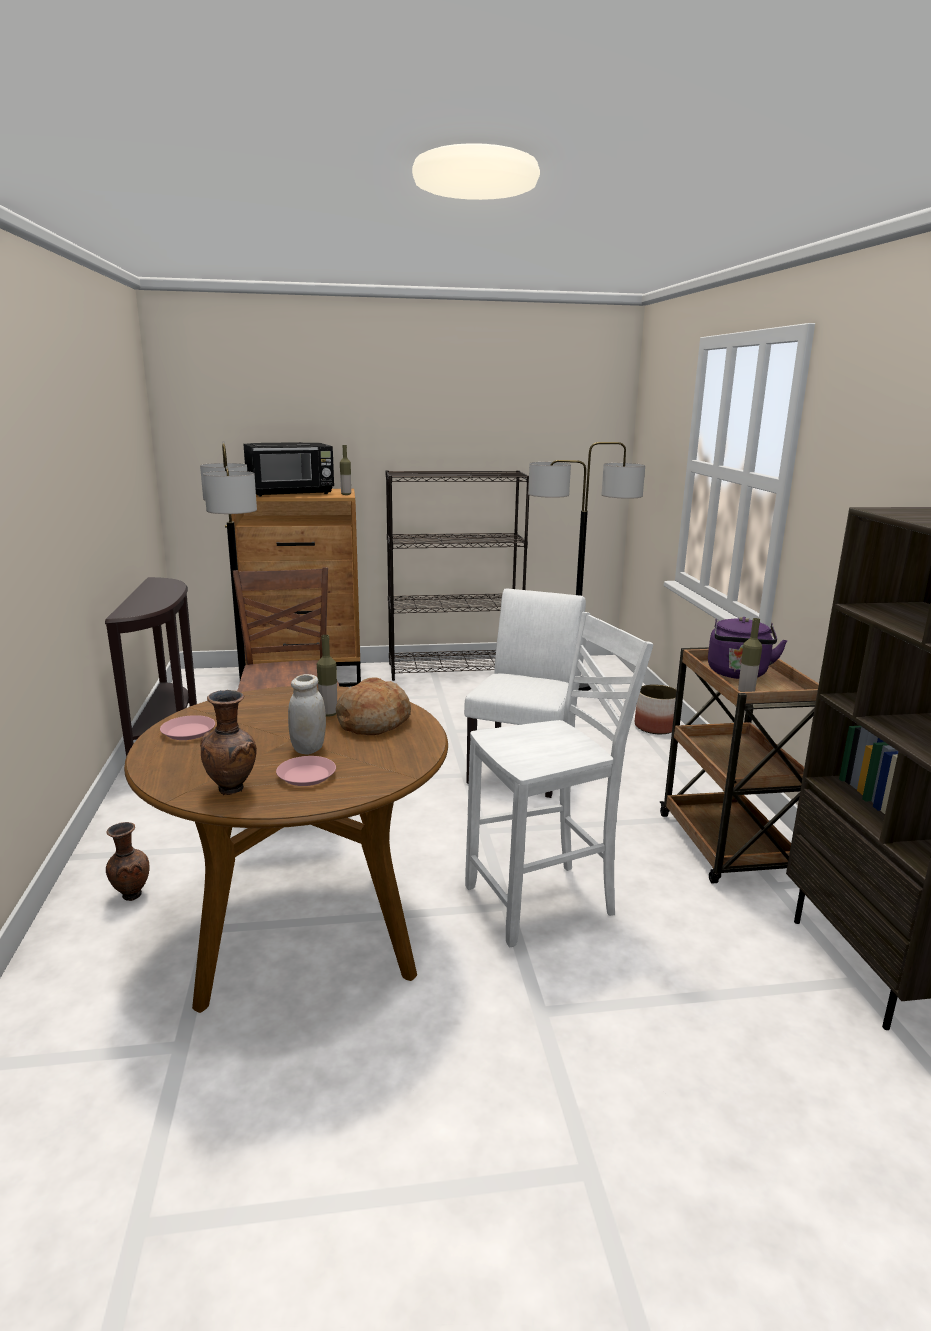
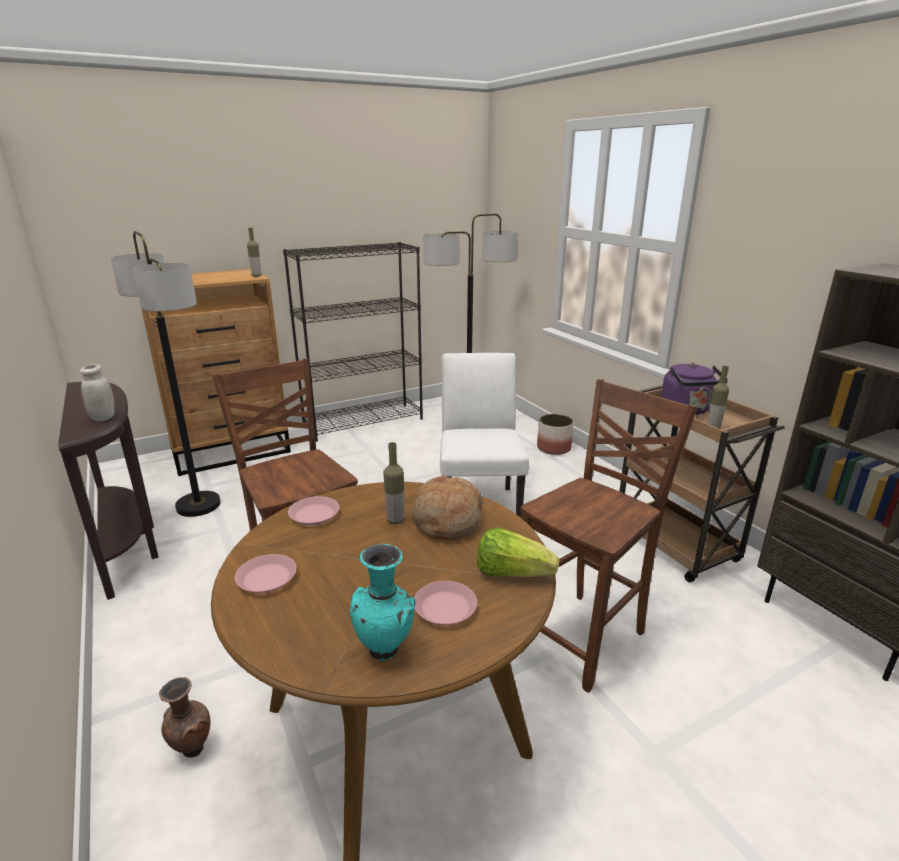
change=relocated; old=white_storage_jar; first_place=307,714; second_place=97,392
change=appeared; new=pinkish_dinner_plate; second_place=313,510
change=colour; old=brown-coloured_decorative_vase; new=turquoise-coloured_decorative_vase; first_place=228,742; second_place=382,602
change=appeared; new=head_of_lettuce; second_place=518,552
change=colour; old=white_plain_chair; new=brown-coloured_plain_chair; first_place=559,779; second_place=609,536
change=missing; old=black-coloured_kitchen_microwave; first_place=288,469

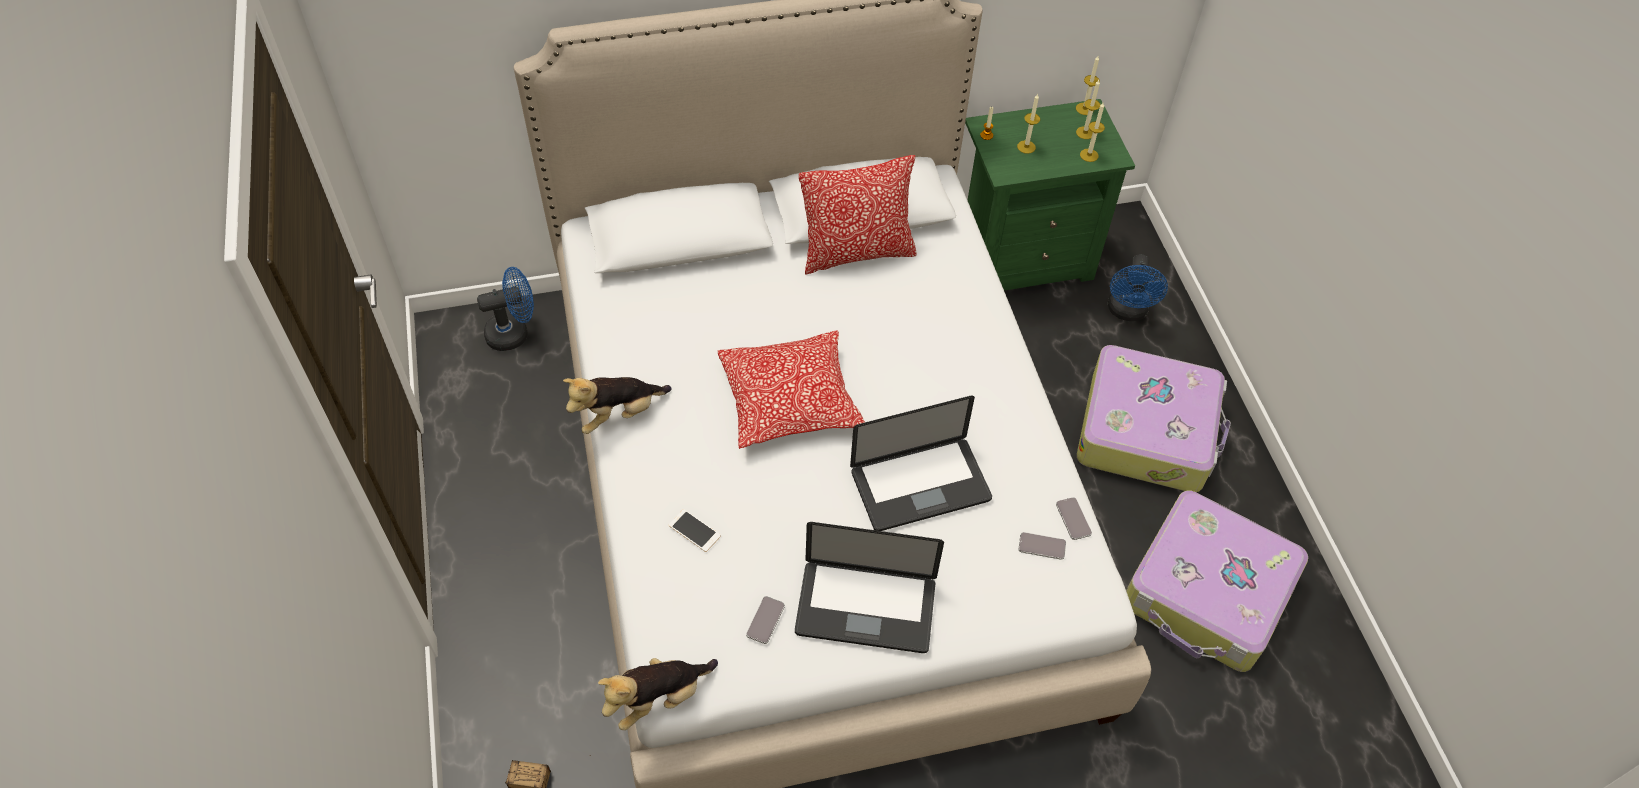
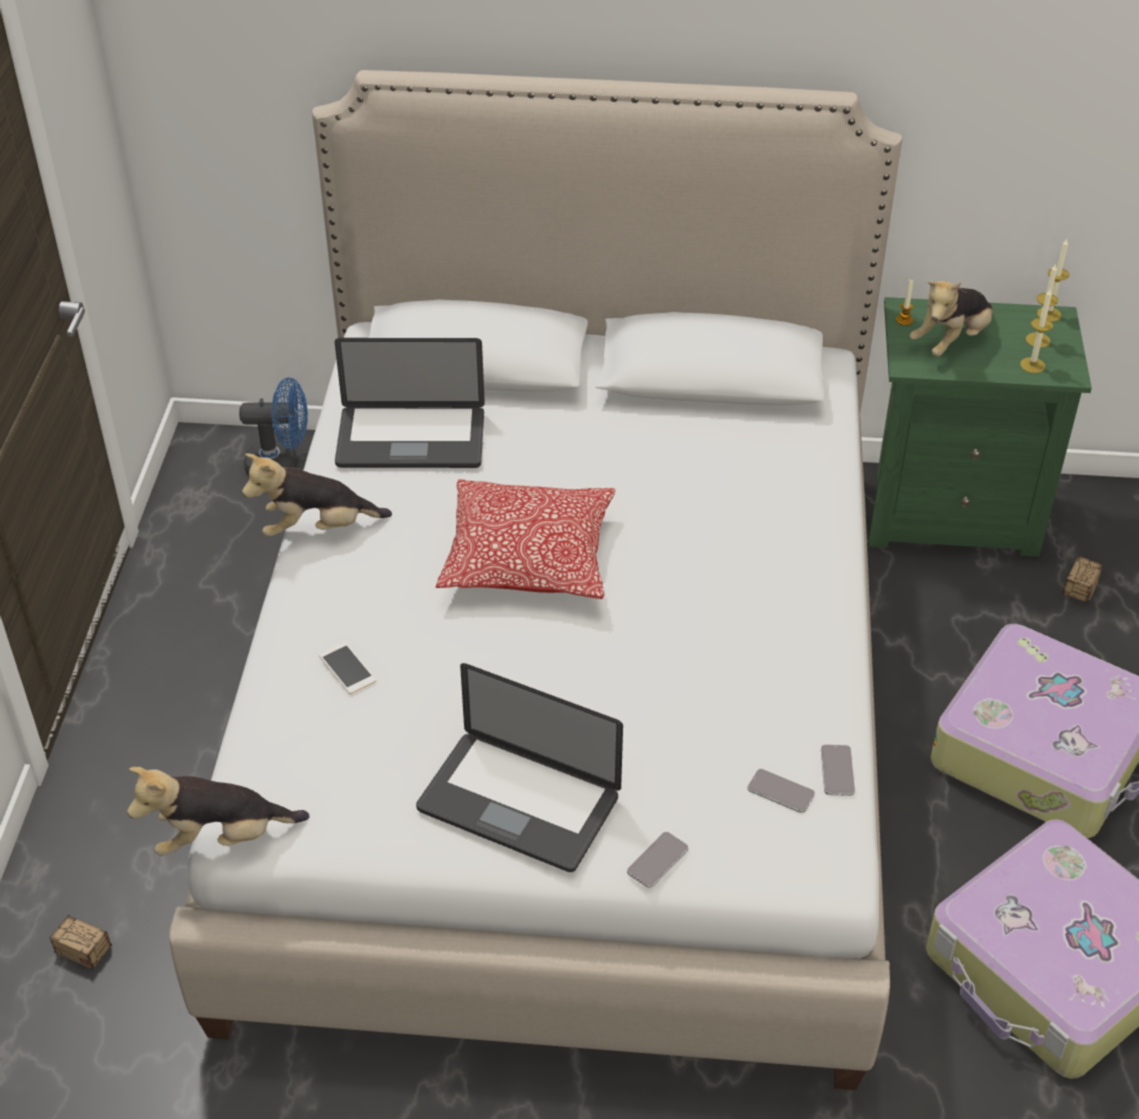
change=relocated; old=laptop; first_place=921,463; second_place=410,403
change=relocated; old=telephone; first_place=765,620; second_place=657,860
change=exchanged; old=candle; new=soft_toy; first_place=1028,124; second_place=951,319
change=exchanged; old=bluish_fan; new=storage_bin; first_place=1138,287; second_place=1082,579
change=missing; old=pillow; first_place=858,214

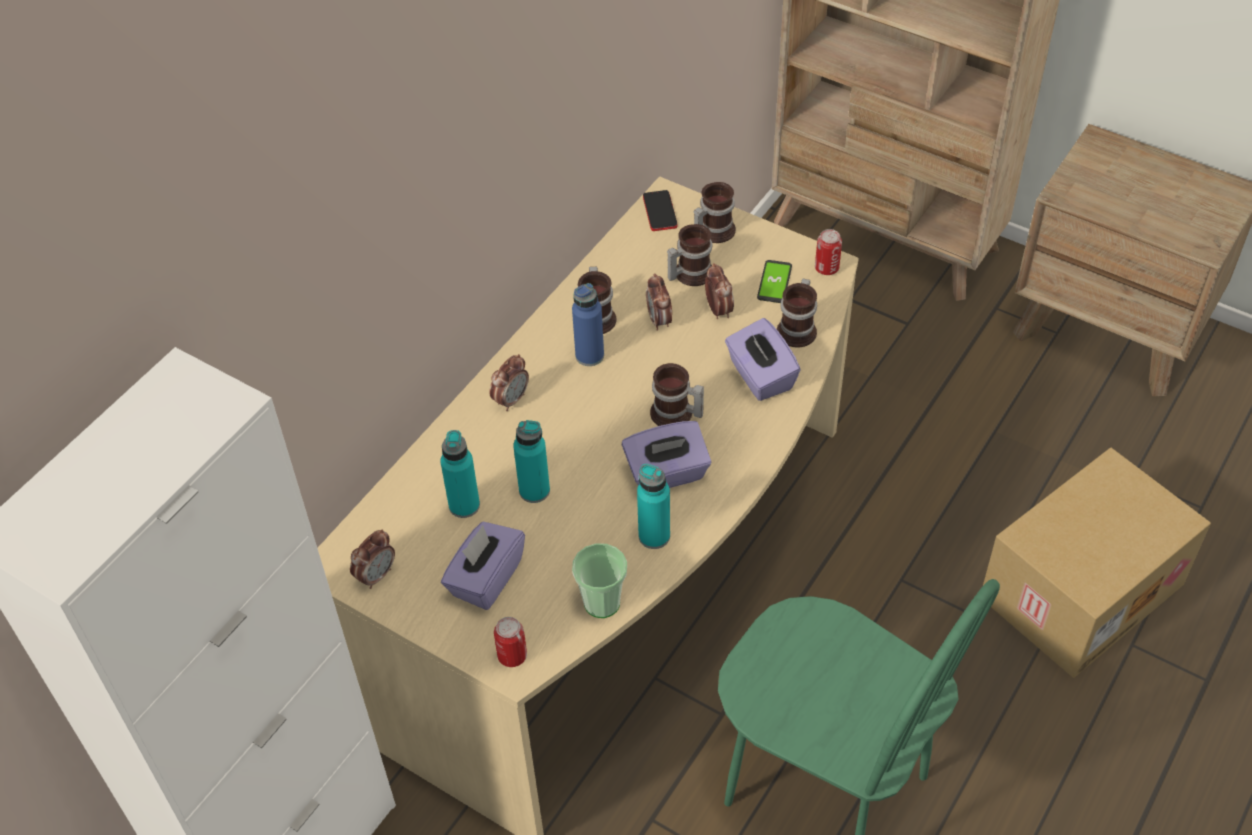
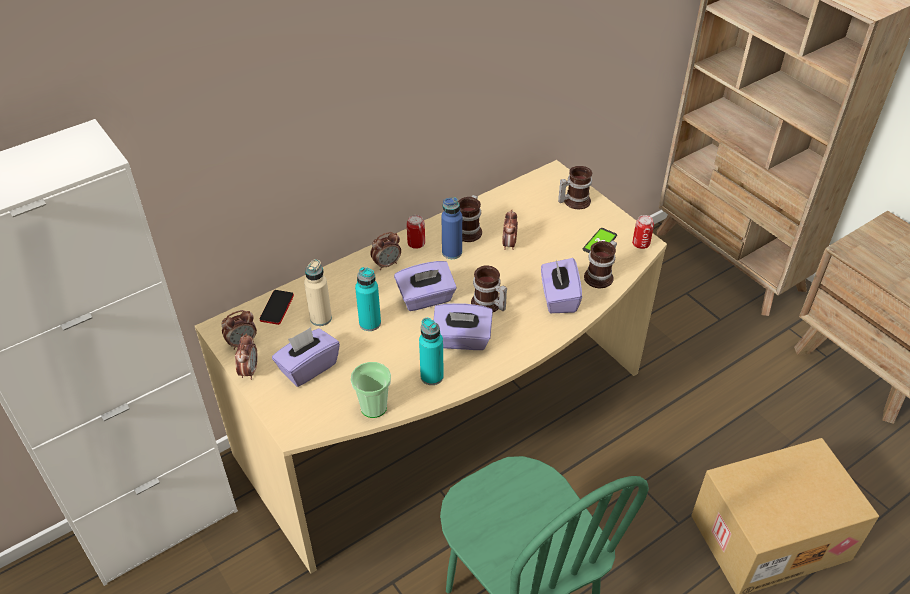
change=relocated; old=table_clock; first_place=719,291; second_place=246,356
change=relocated; old=telephone; first_place=660,210; second_place=277,307
change=colour; old=turquoise-coloured_drink_bottle; new=sand-coloured_drink_bottle; first_place=460,474; second_place=318,292
change=appeared; new=purple-coloured_tissue_holder; second_place=425,286
change=relocated; old=metal_can; first_place=510,642; second_place=416,232
change=missing; old=coffee_mug; first_place=689,255

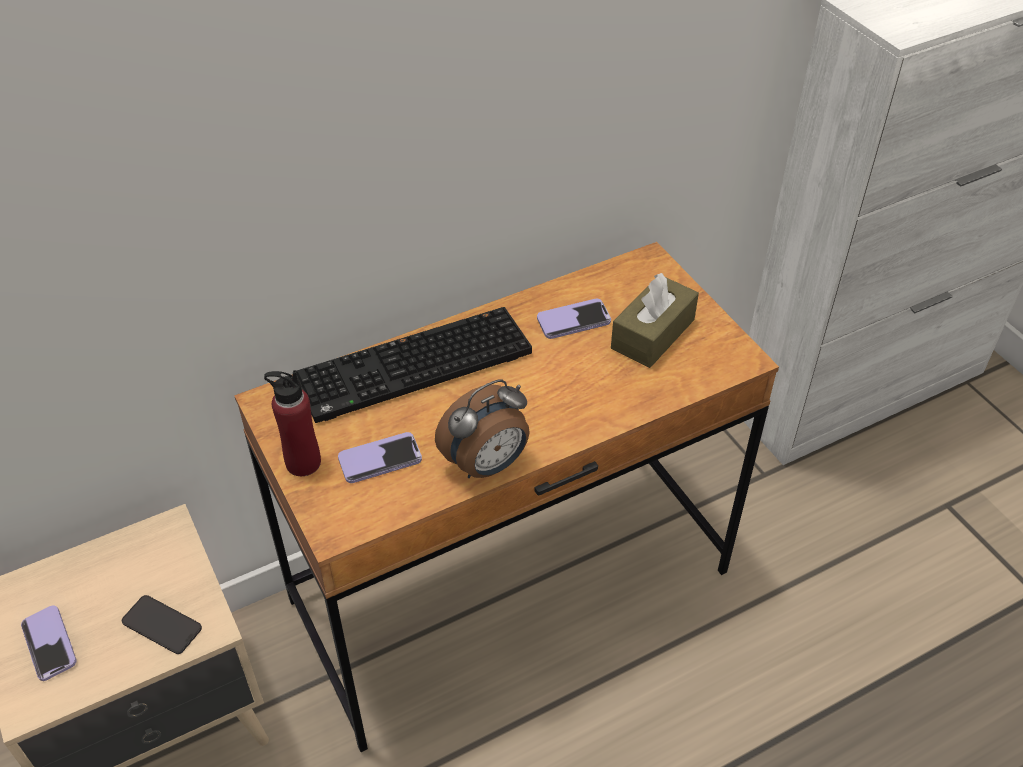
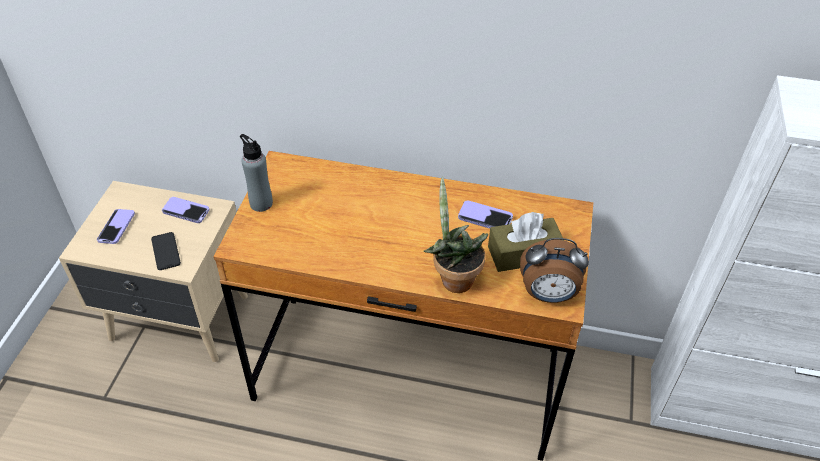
change=relocated; old=telephone; first_place=380,457; second_place=185,210
change=colour; old=red-coloured_drink_bottle; new=greyish_drink_bottle; first_place=292,423; second_place=256,173
change=appeared; new=plant_in_a_pot; second_place=456,234
change=relocated; old=table_clock; first_place=482,429; second_place=554,270
change=missing; old=PC_keyboard; first_place=414,365

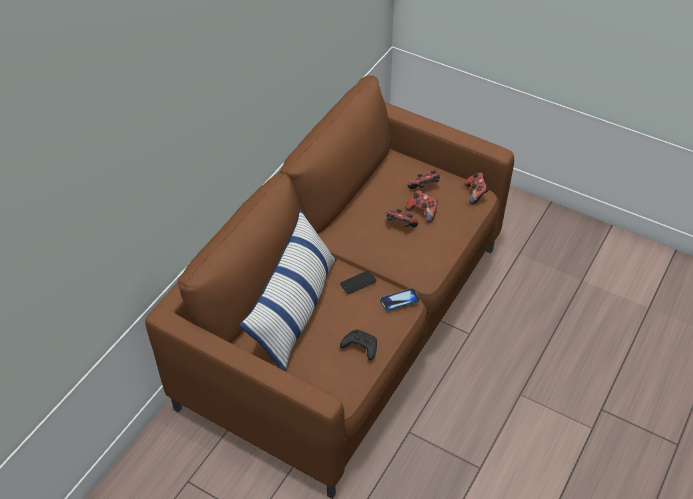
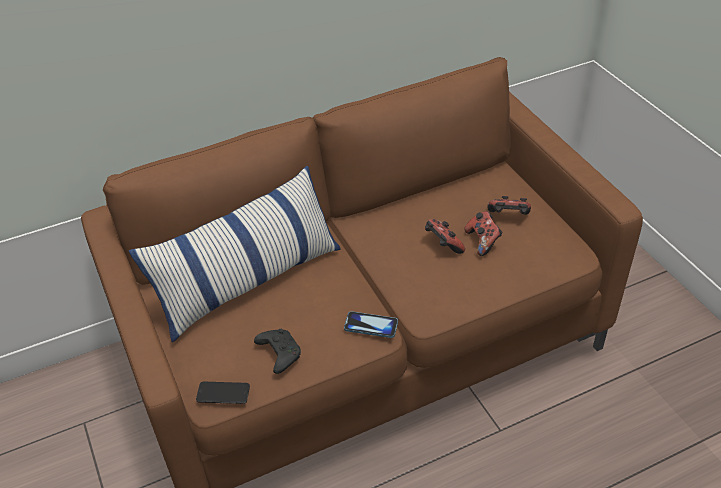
change=relocated; old=telephone; first_place=358,282; second_place=223,393
change=missing; old=joypad; first_place=477,188

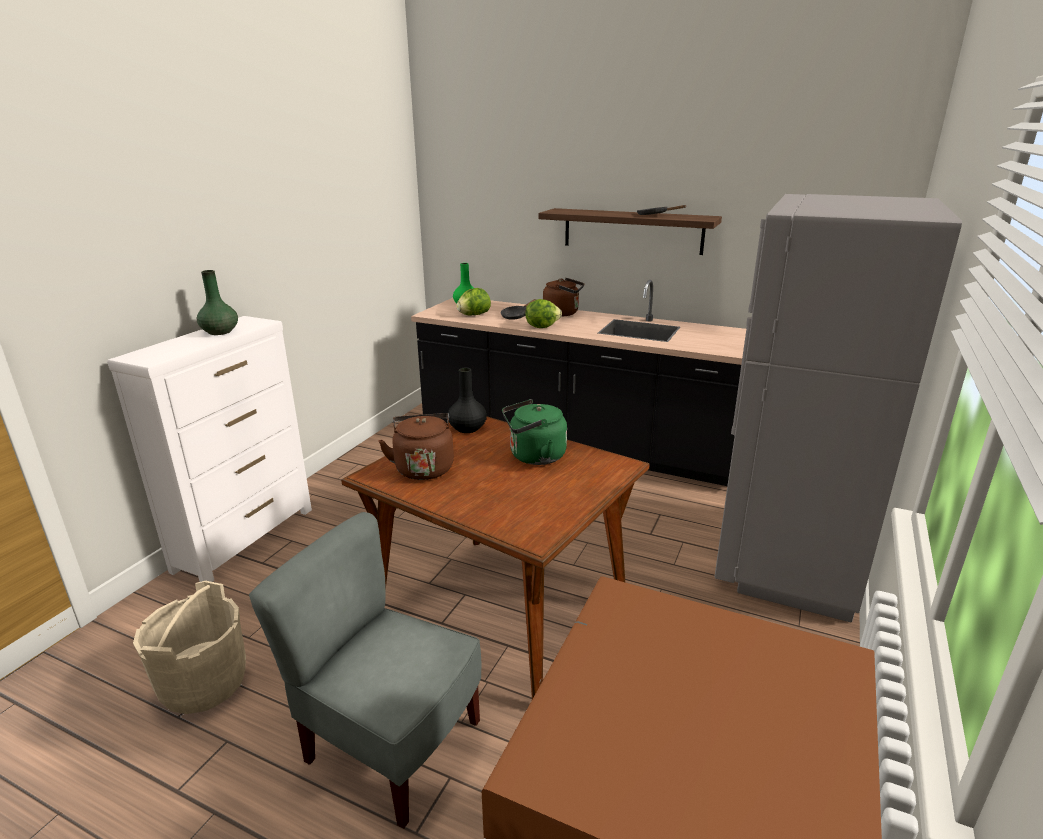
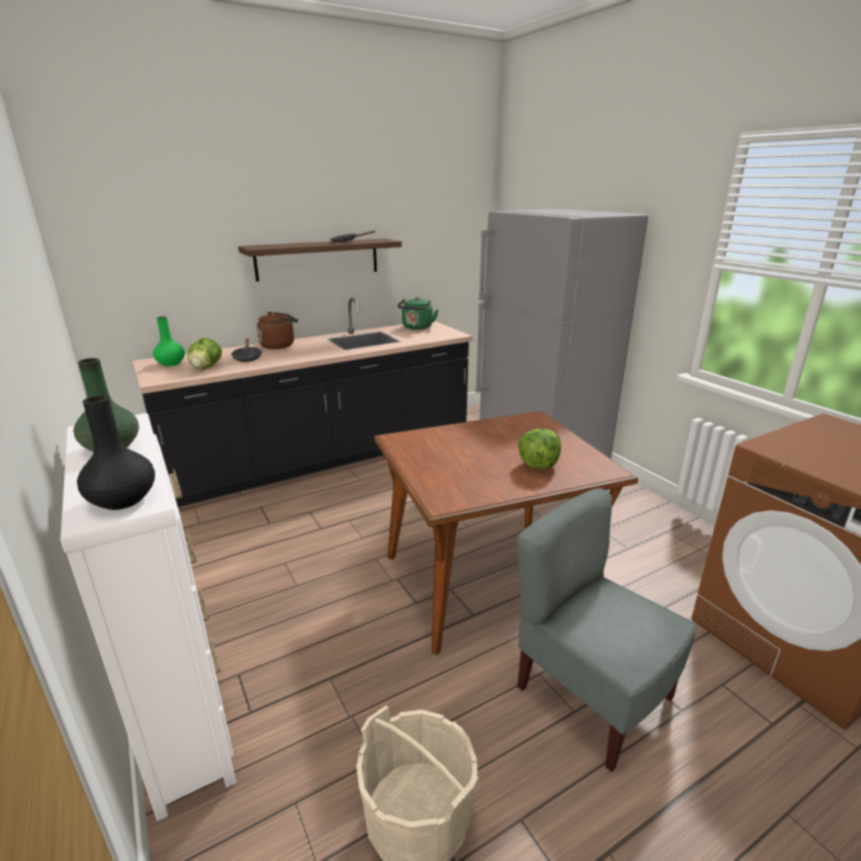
change=relocated; old=black-coloured_decorative_vase; first_place=467,400; second_place=116,452
change=relocated; old=green_kettle; first_place=534,432; second_place=417,313
change=spun; old=greyish_plain_chair; first_place=365,670; second_place=607,630; degrees=75
change=relocated; old=head_of_lettuce; first_place=543,313; second_place=539,449
change=missing; old=brown-coloured_kettle; first_place=416,446

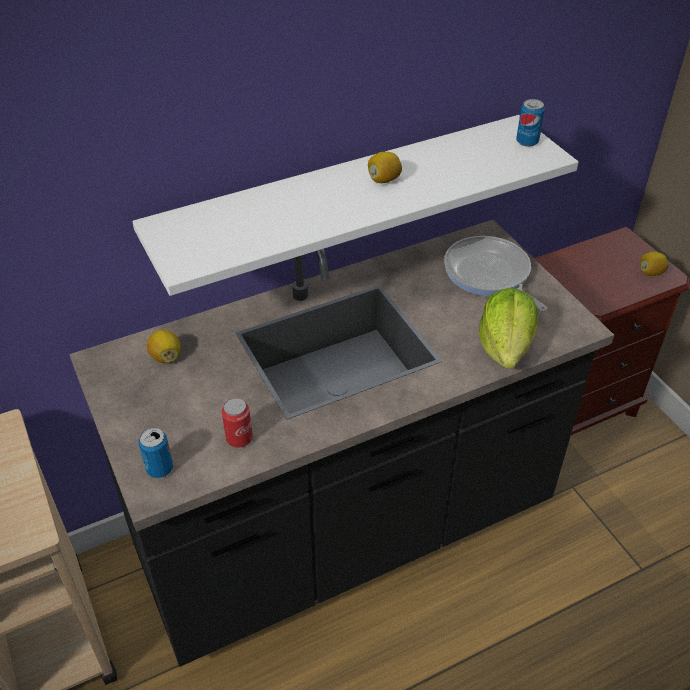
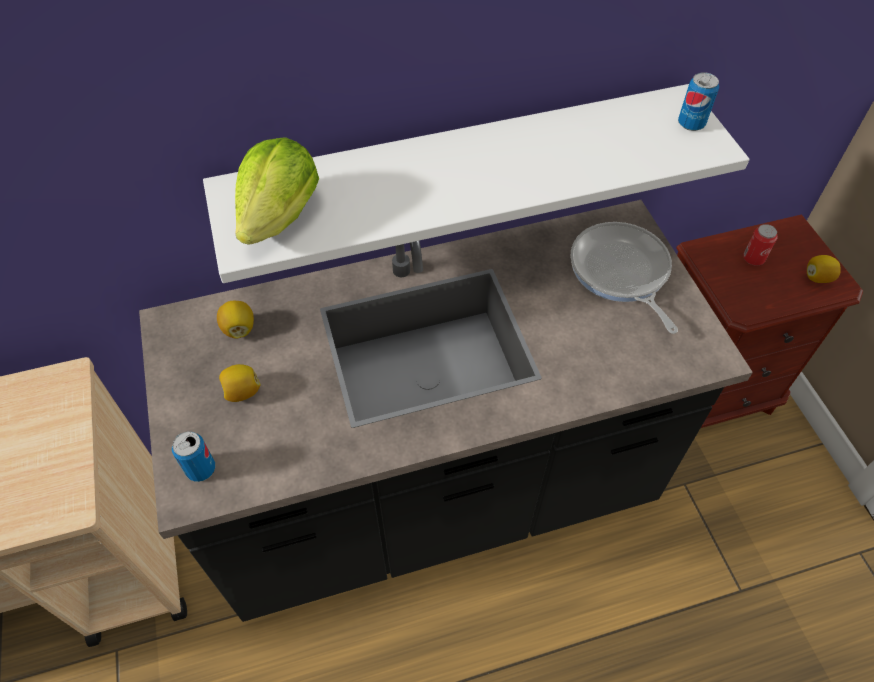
change=relocated; old=citrus_fruit; first_place=385,167; second_place=240,383
change=relocated; old=head_of_lettuce; first_place=508,328; second_place=277,191
change=relocated; old=metal_can; first_place=237,423; second_place=760,245

